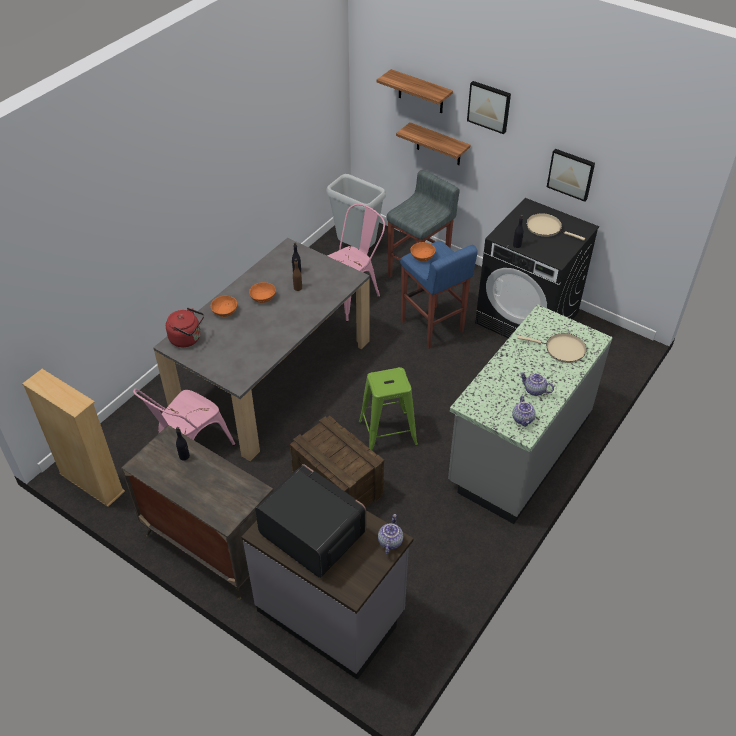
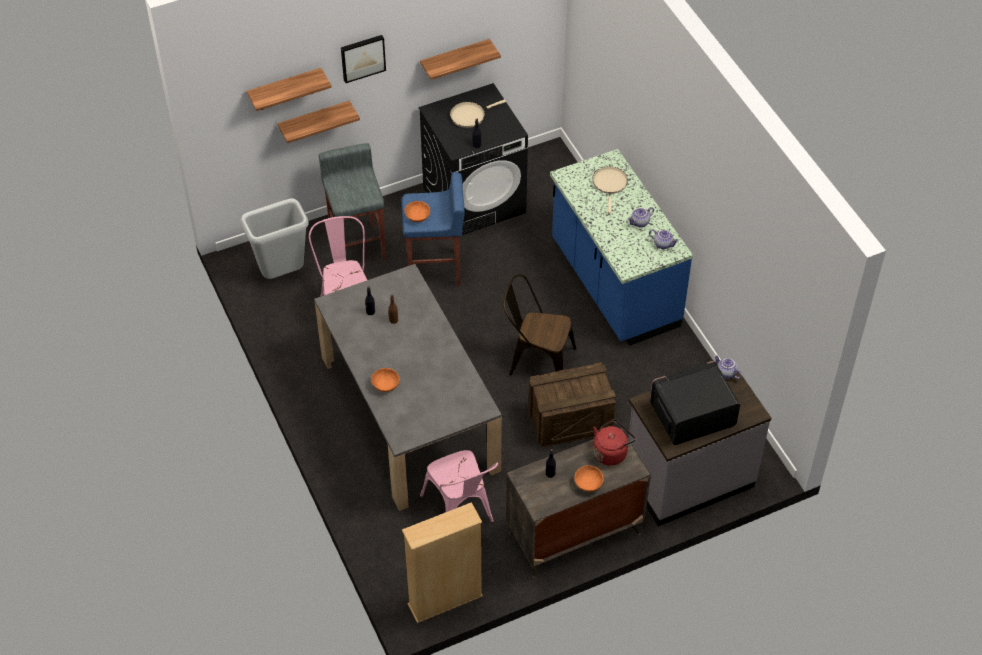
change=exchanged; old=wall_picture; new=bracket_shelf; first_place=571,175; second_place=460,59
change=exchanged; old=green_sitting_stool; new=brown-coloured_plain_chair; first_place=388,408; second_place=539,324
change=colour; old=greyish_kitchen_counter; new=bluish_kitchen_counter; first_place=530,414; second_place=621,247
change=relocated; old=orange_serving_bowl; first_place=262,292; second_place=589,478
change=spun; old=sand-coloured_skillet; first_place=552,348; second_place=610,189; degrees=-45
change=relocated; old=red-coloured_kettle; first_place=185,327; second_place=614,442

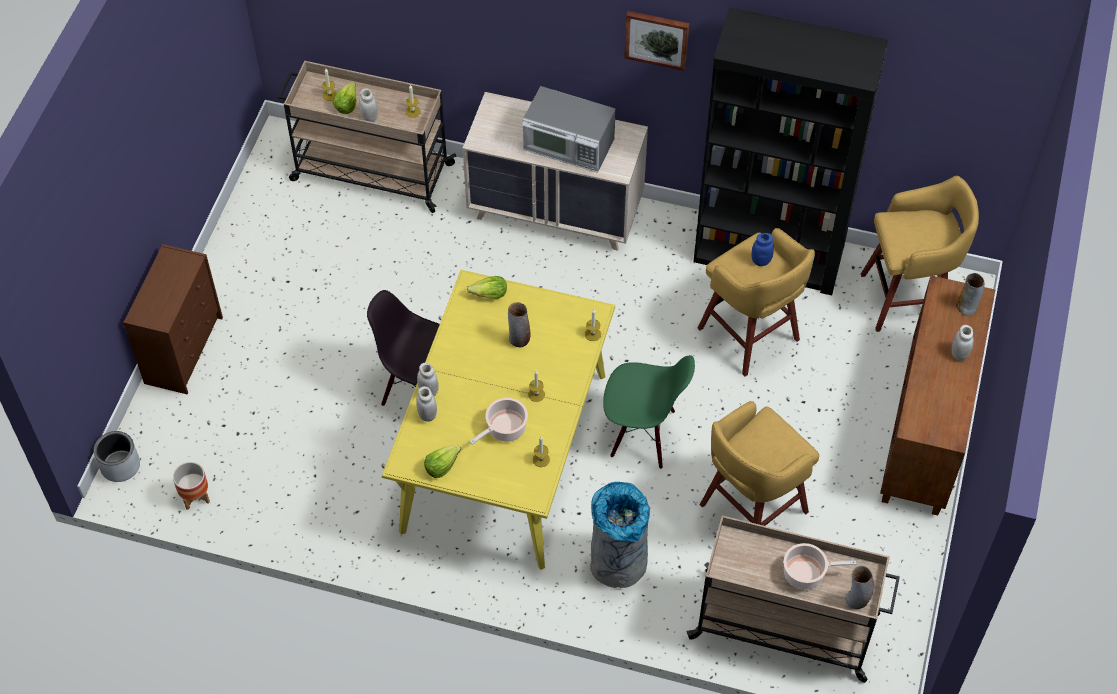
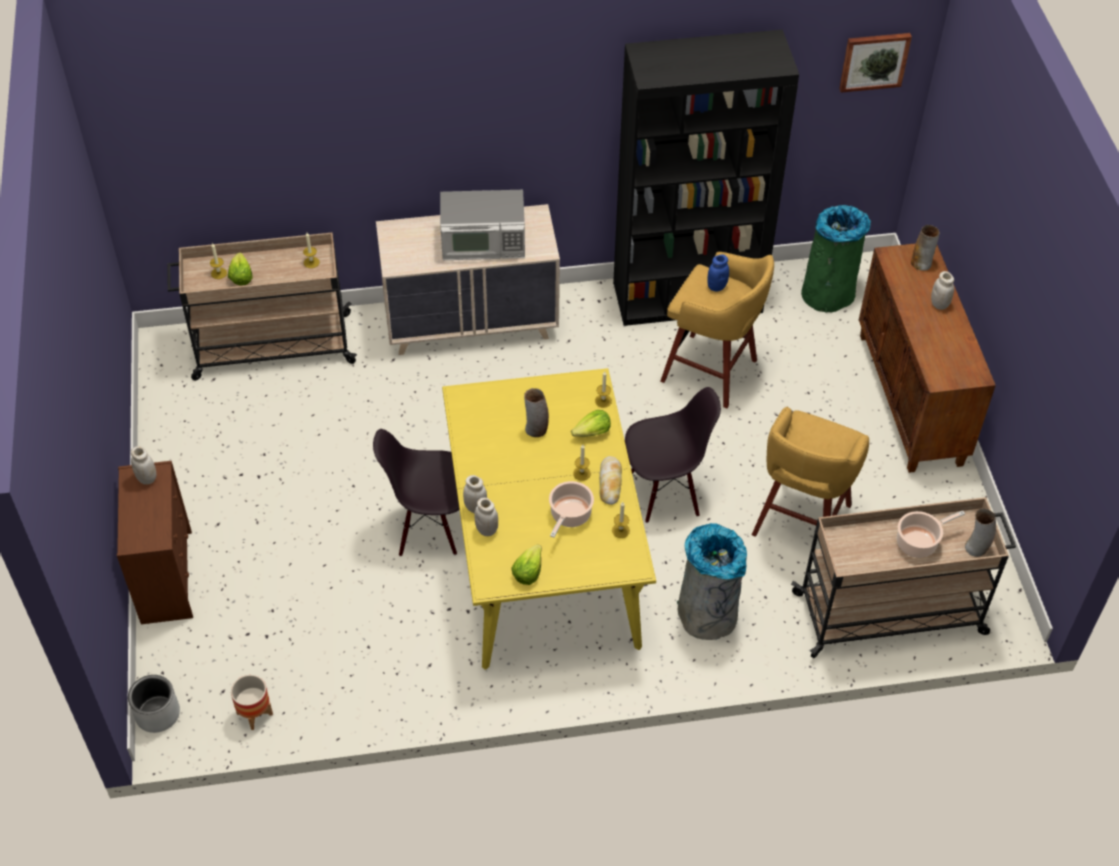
change=relocated; old=white_storage_jar; first_place=368,105; second_place=143,465
change=relocated; old=head_of_lettuce; first_place=487,287; second_place=591,423
change=appeared; new=bakery_bread; second_place=610,480
change=colour; old=green_plain_chair; new=black-coloured_plain_chair; first_place=649,412; second_place=673,455
change=exchanged; old=yellowish_sitting_stool; new=green_rubbish_bin; first_place=920,254; second_place=836,259
change=relocated; old=wall_picture; first_place=656,41; second_place=875,63

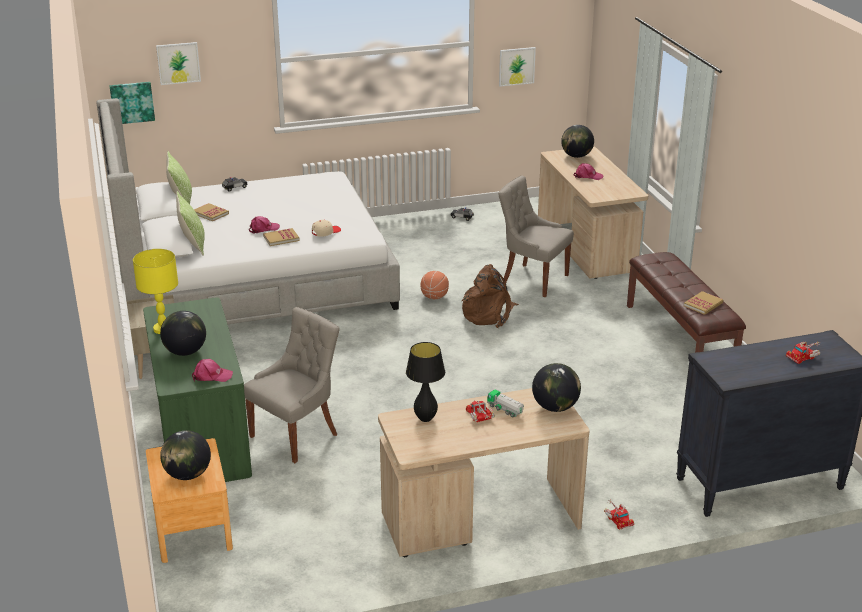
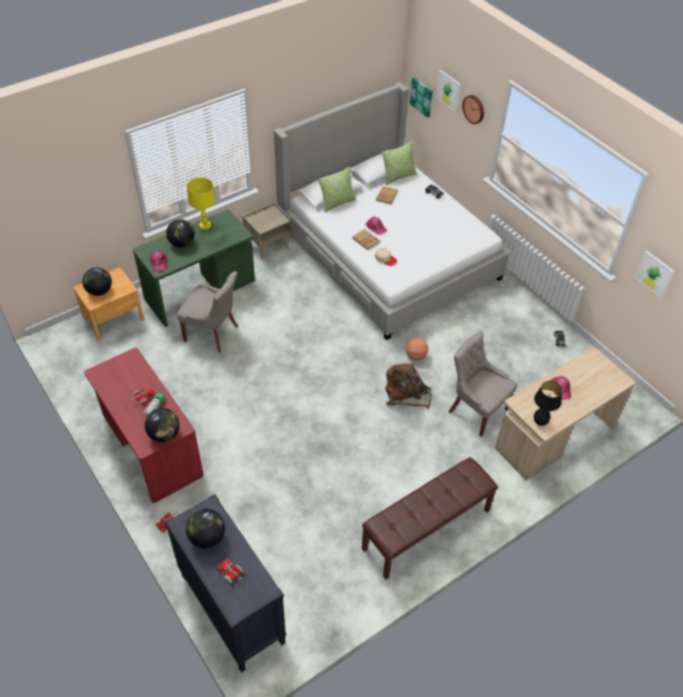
change=colour; old=sand-coloured_desk; new=red-coloured_desk; first_place=484,472; second_place=144,425
change=relocated; old=desk_globe; first_place=577,141; second_place=205,528
change=spun; old=greyish_plain_chair; first_place=536,236; second_place=483,384; degrees=-60
change=appeared; new=hanging_clock; second_place=473,109
change=relocated; old=black-coloured_tabletop_lamp; first_place=425,382; second_place=548,403
change=missing; old=bound_book; first_place=703,303

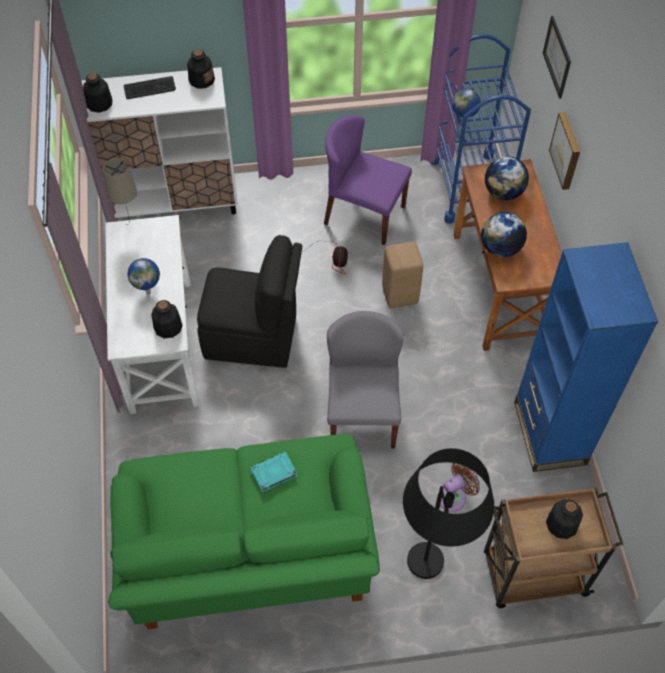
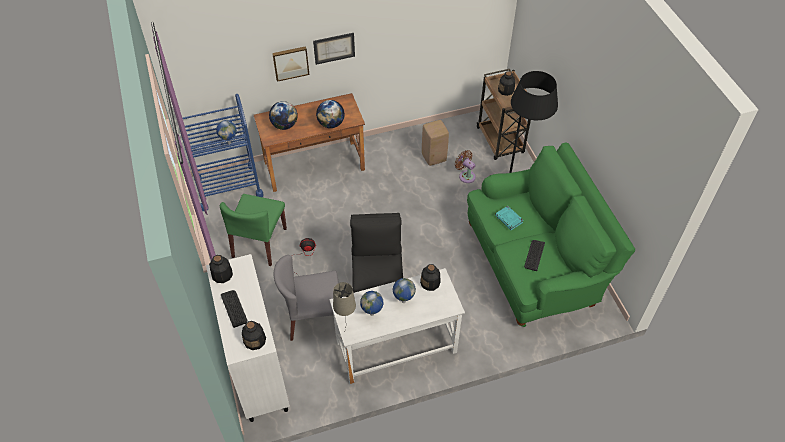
change=colour; old=purple-coloured_plain_chair; new=green_plain_chair; first_place=368,180; second_place=253,230
change=relocated; old=greyish_plain_chair; first_place=365,380; second_place=306,298
change=relocated; old=wall_picture; first_place=557,57; second_place=334,49
change=appeared; new=desk_globe; second_place=372,303
change=relocated; old=sand-coloured_sitting_stool; first_place=402,275; second_place=435,143
change=appeared; new=PC_keyboard; second_place=534,255
change=missing; old=bluish_shelving_unit; first_place=586,357

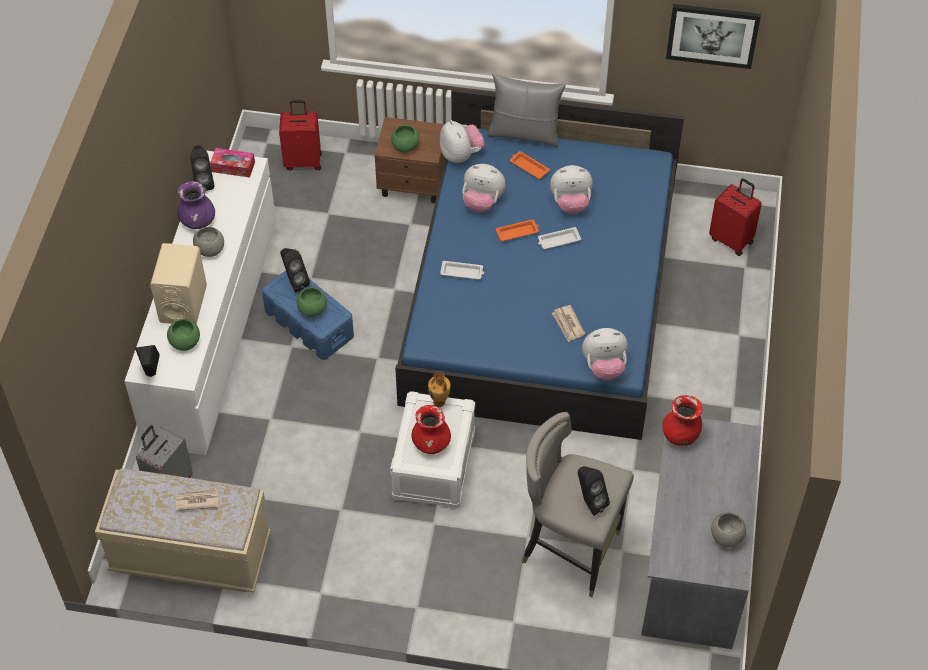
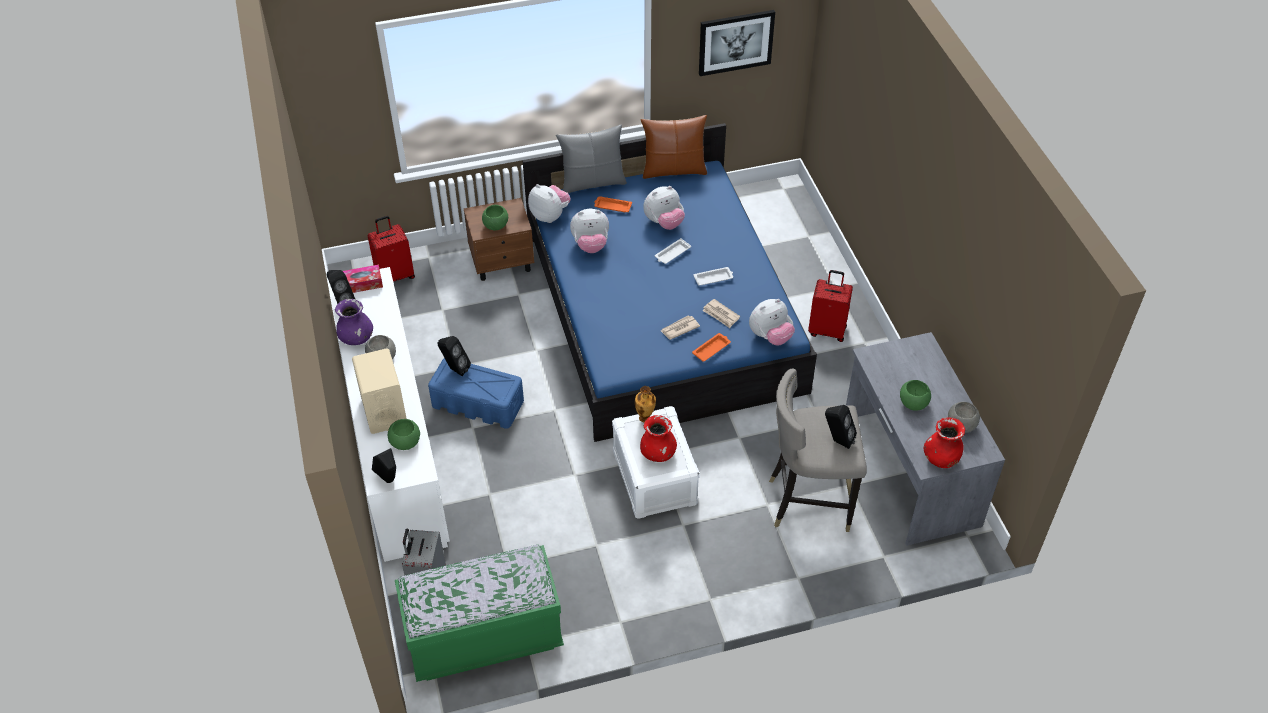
change=colour; old=sand-coloured_long_seat; new=green_long_seat; first_place=183,531; second_place=479,613
change=appeared; new=brown-coloured_pillow; second_place=674,147
change=relocated; old=newspaper; first_place=196,500; second_place=680,327
change=relocated; old=orange_carrying_tray; first_place=517,230; second_place=711,347
change=relocated; old=white_carrying_tray; first_place=462,270; second_place=713,276
change=relocated; old=red-coloured_travel_case; first_place=735,217; second_place=830,306
change=relocated; old=green_serving_bowl; first_place=312,302; second_place=915,395
change=relocated; old=red-coloured_decorative_vase; first_place=682,420; second_place=944,442

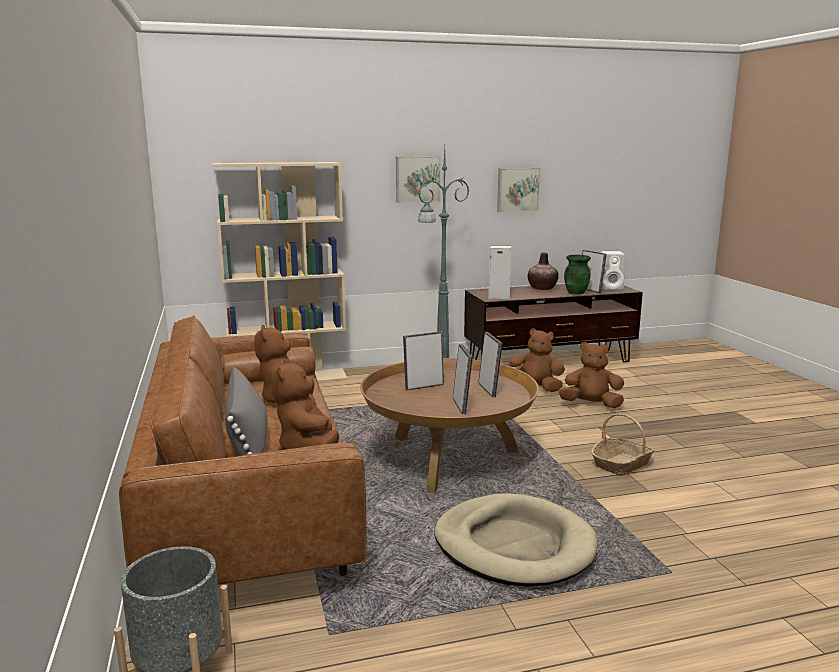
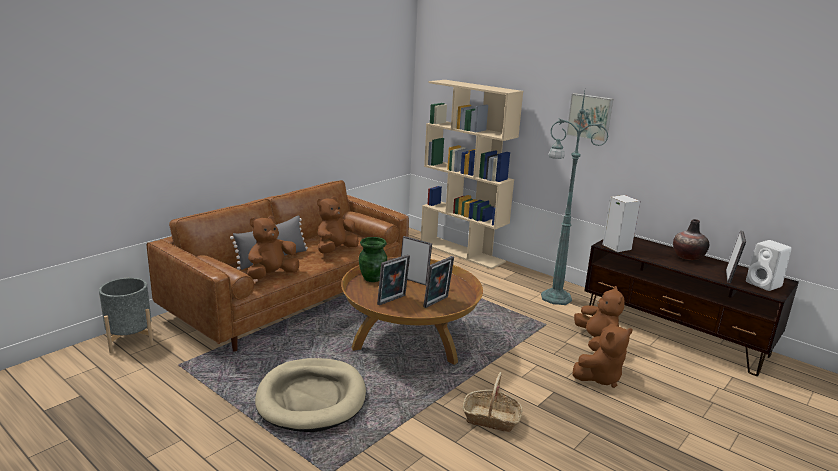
change=relocated; old=green_decorative_vase; first_place=577,275; second_place=373,259
change=spun; old=brown-coloured_soft_toy; first_place=591,375; second_place=602,357; degrees=90
change=missing; old=wall_picture; first_place=519,190

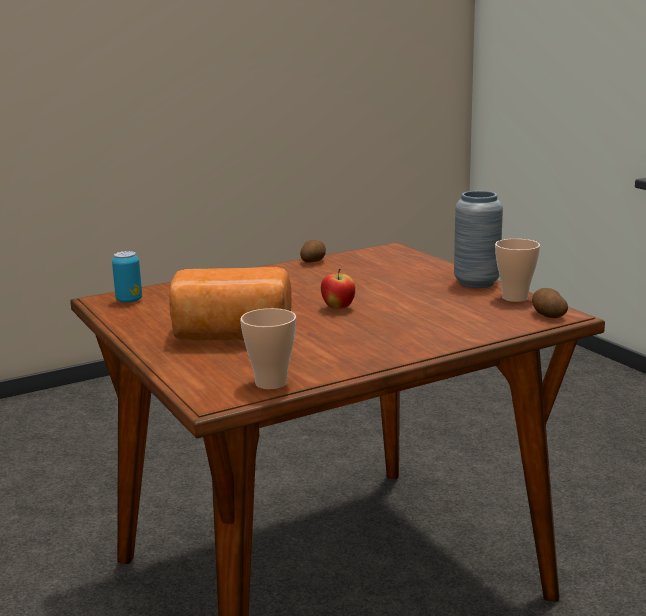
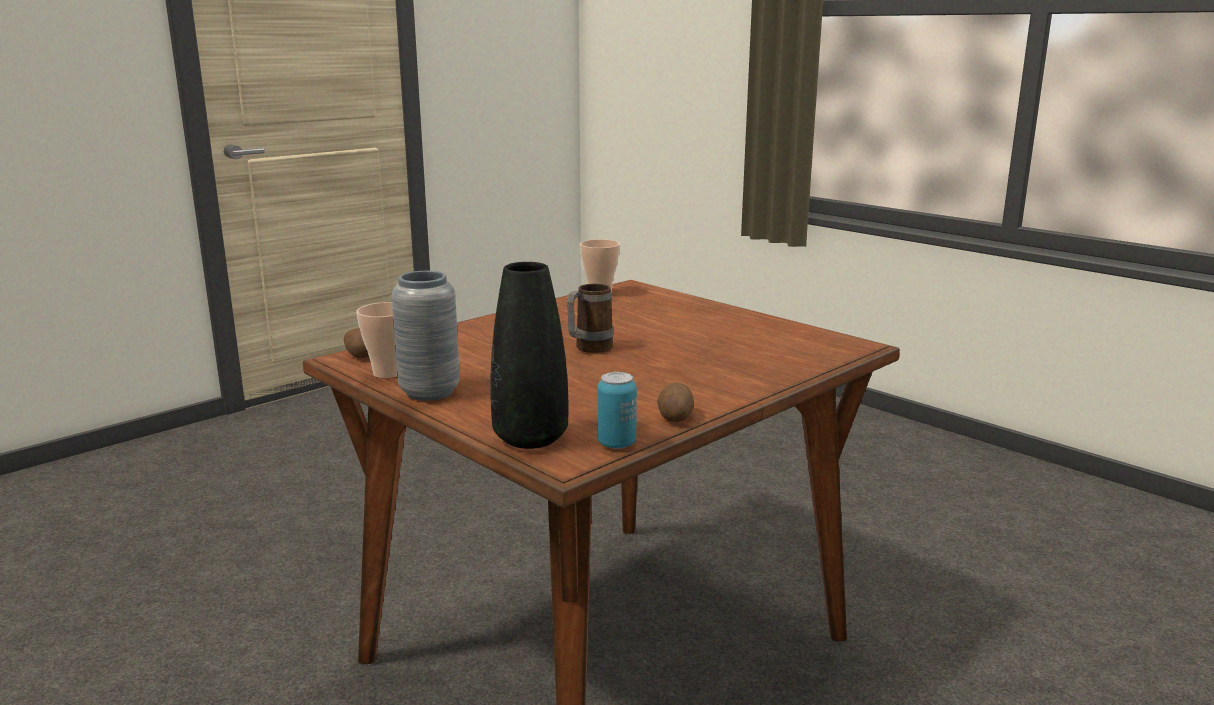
change=appeared; new=black-coloured_decorative_vase; second_place=529,355
change=exchanged; old=apple; new=coffee_mug; first_place=338,289; second_place=590,318
change=relocated; old=metal_can; first_place=127,277; second_place=617,410
change=missing; old=bakery_bread; first_place=230,303

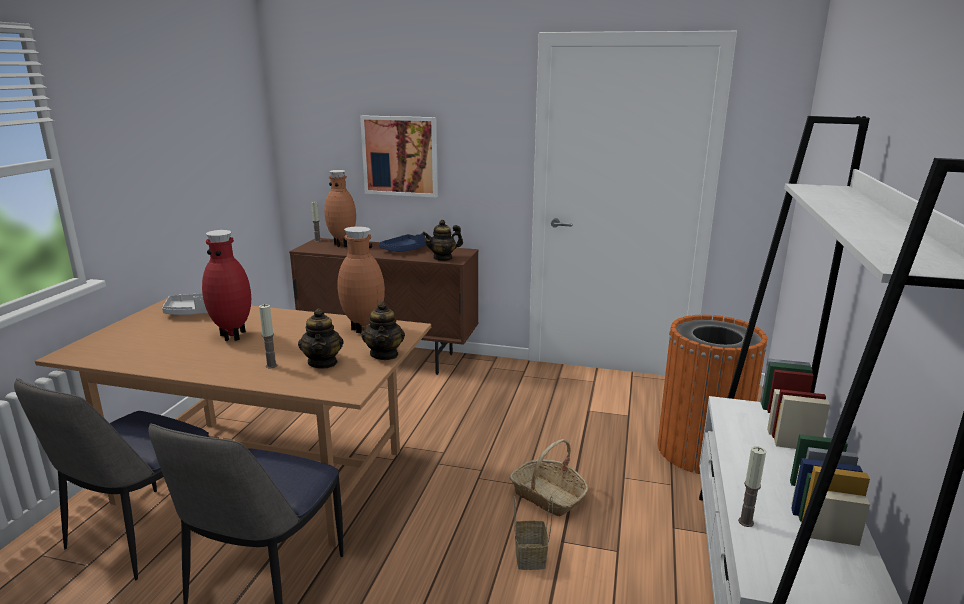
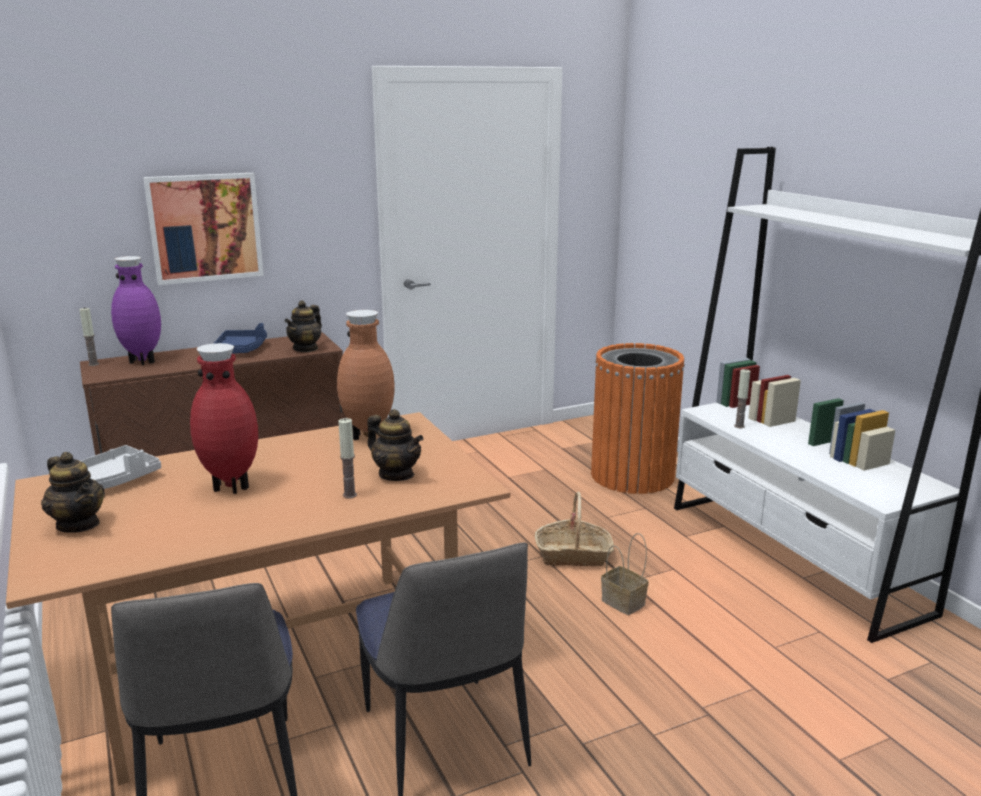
change=relocated; old=tea_pot; first_place=383,331; second_place=73,492
change=colour; old=brown-coloured_decorative_vase; new=purple-coloured_decorative_vase; first_place=340,208; second_place=136,310
change=relocated; old=candle; first_place=752,486; second_place=742,398

